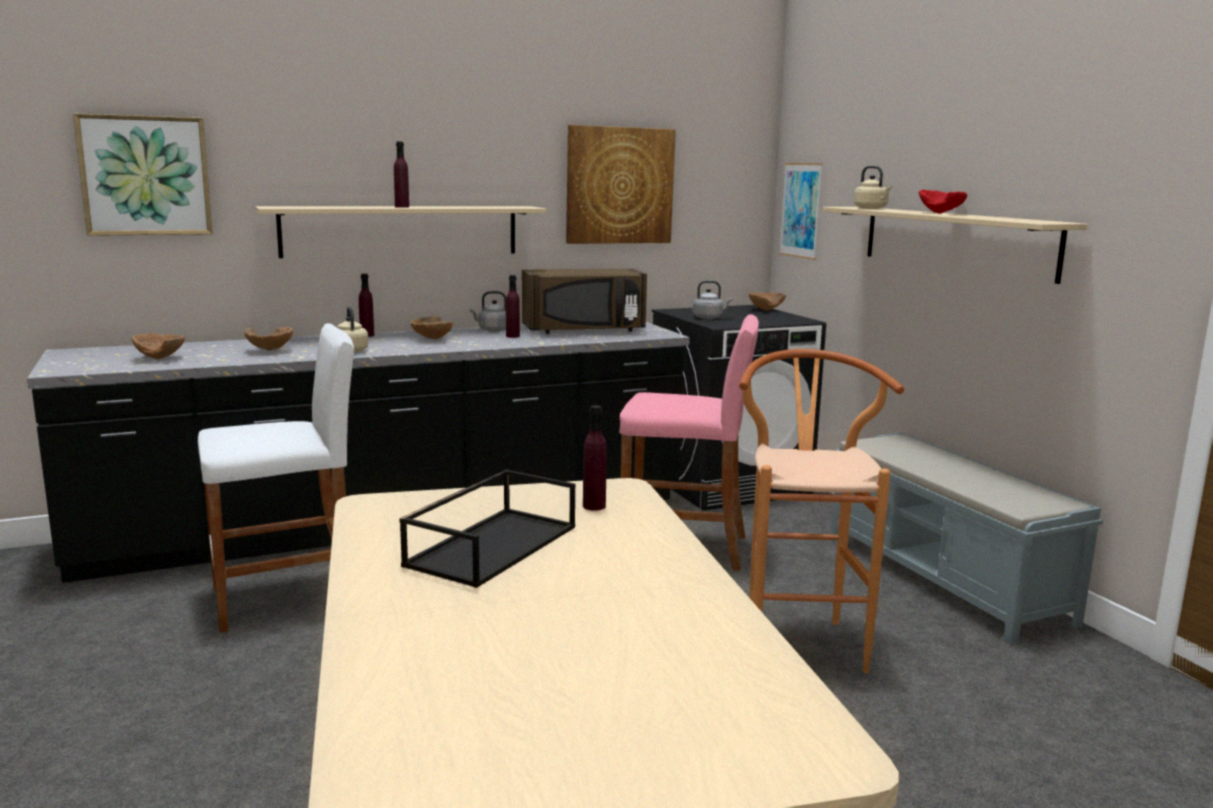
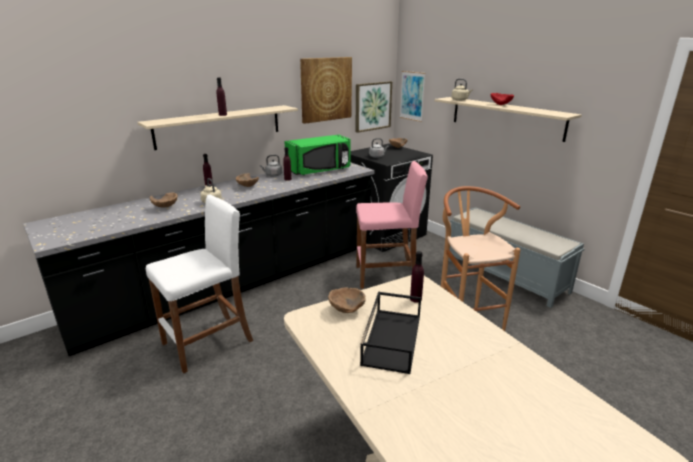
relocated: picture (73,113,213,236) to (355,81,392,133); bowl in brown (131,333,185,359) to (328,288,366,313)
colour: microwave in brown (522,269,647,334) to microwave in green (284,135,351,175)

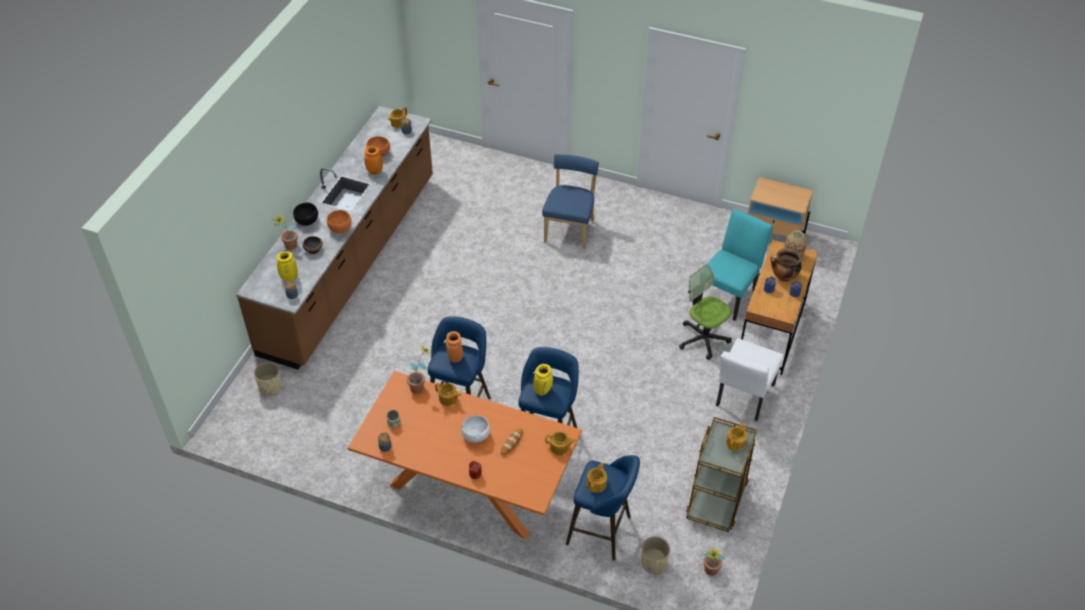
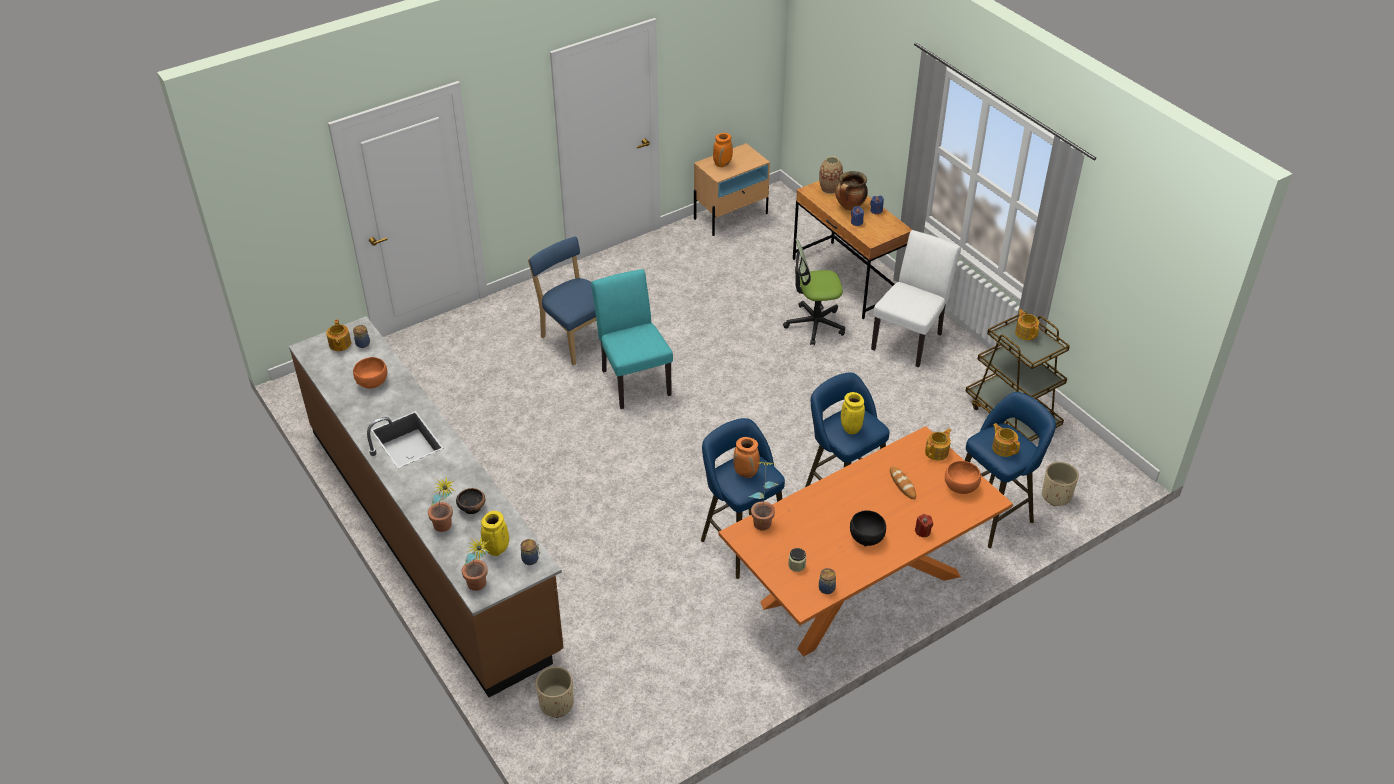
missing: teapot (435,383,461,406); bowl in white (461,415,490,442)
relocated: vase in orange (364,146,383,175) to (713,133,733,167); bowl in black (293,202,318,226) to (850,510,886,546); chair in turquoise (698,209,773,321) to (591,269,673,409); bowl in orange (327,210,351,233) to (945,461,981,494); potted plant (703,547,726,576) to (462,536,489,591)
spun: chair in white (716,338,784,421) = (871,230,961,368) 120 degrees counterclockwise

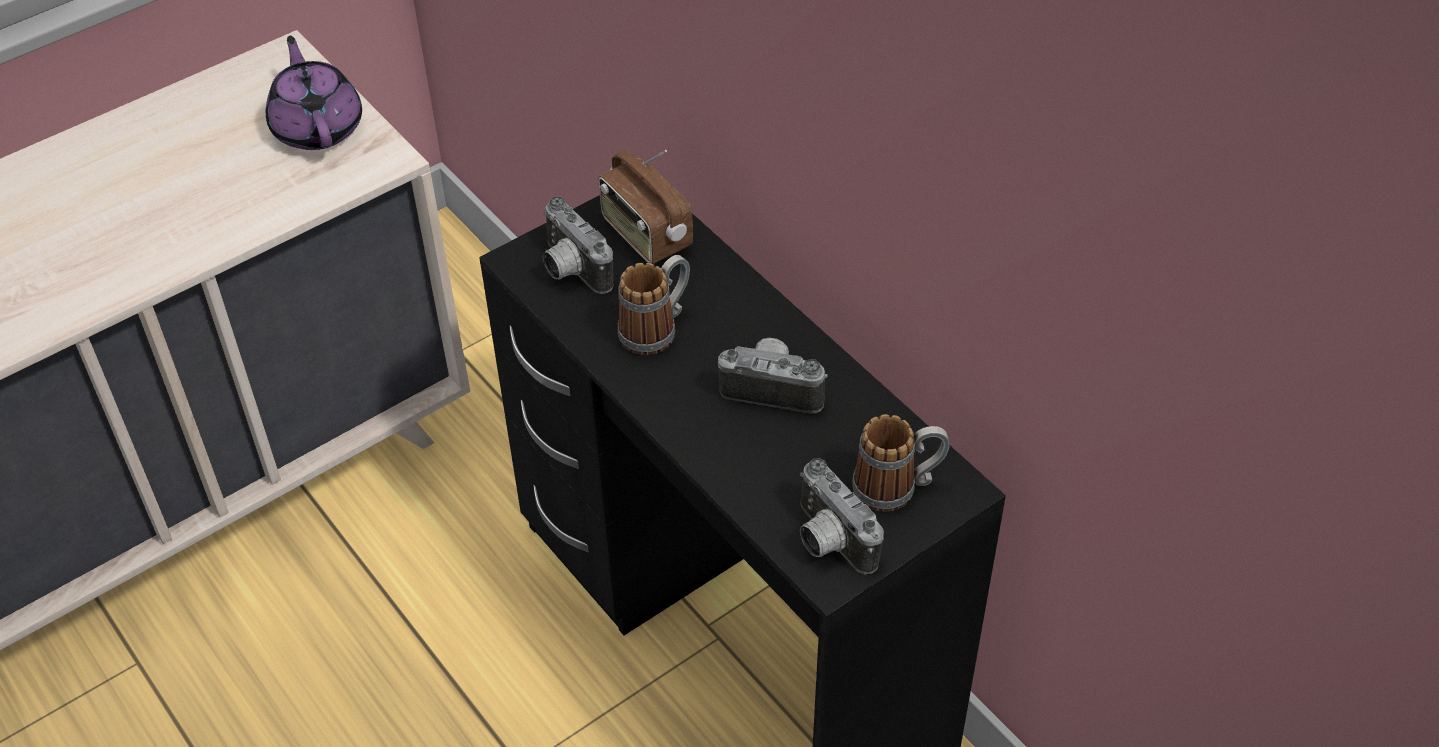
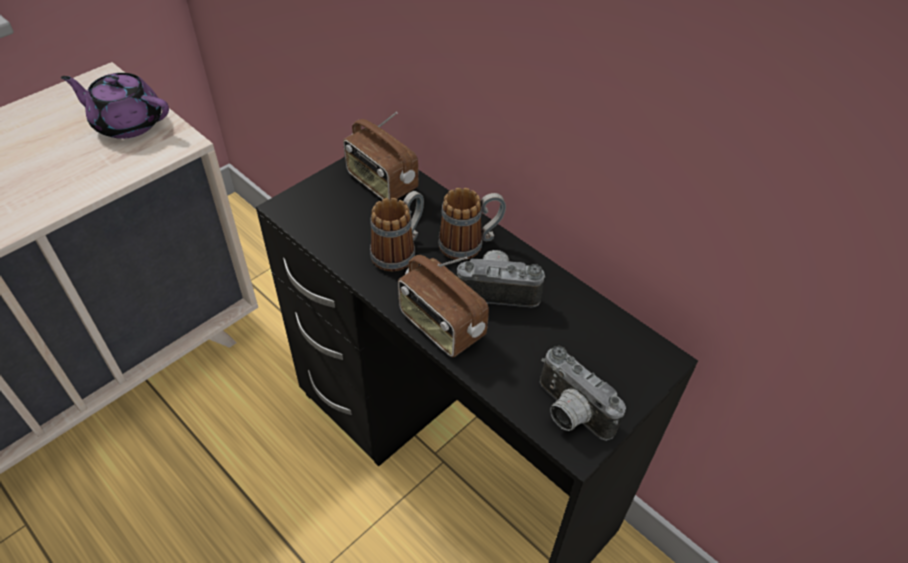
missing: photo camera (543,196,614,294)
appeared: radio (398,255,489,357)
relocated: mug (852,414,950,511) to (438,188,506,260)
spun: teapot in purple (266,36,362,150) = (61,73,169,139) 45 degrees counterclockwise

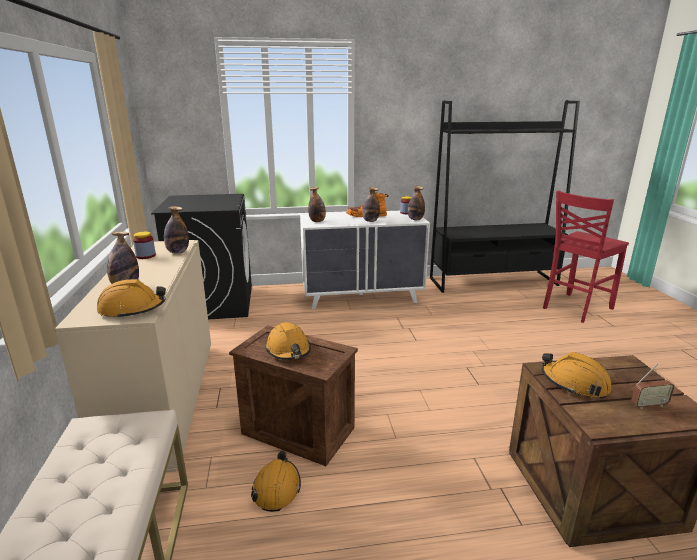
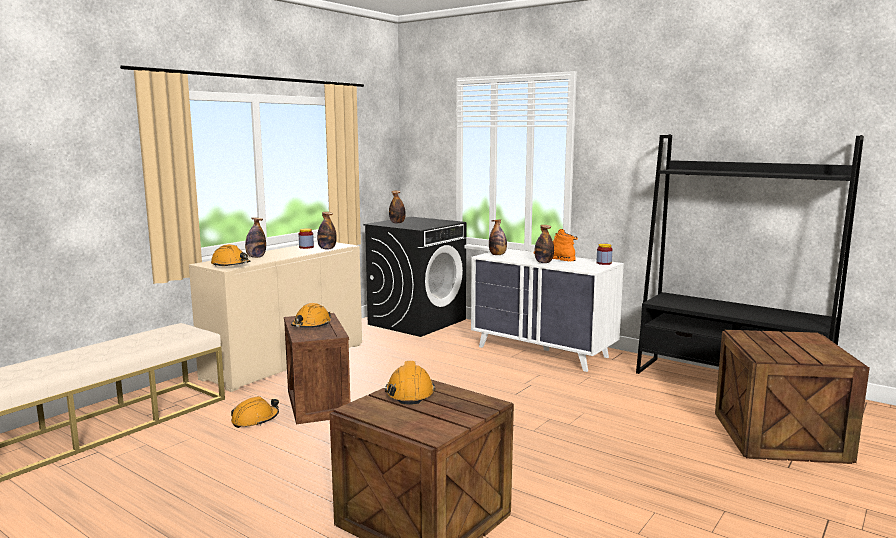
missing: radio (631,363,675,409)
relocated: bottle (408,186,425,220) to (389,191,406,223)
exchanged: chair in red (543,190,629,323) to crate (715,330,870,464)

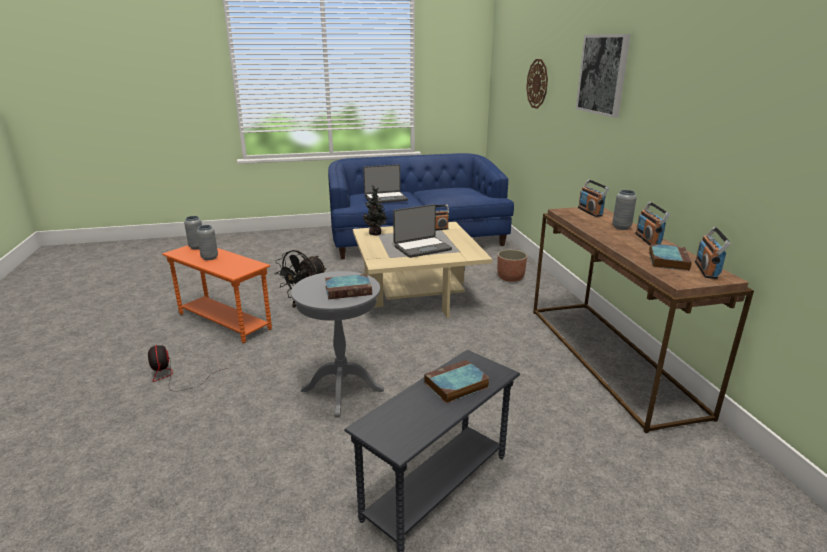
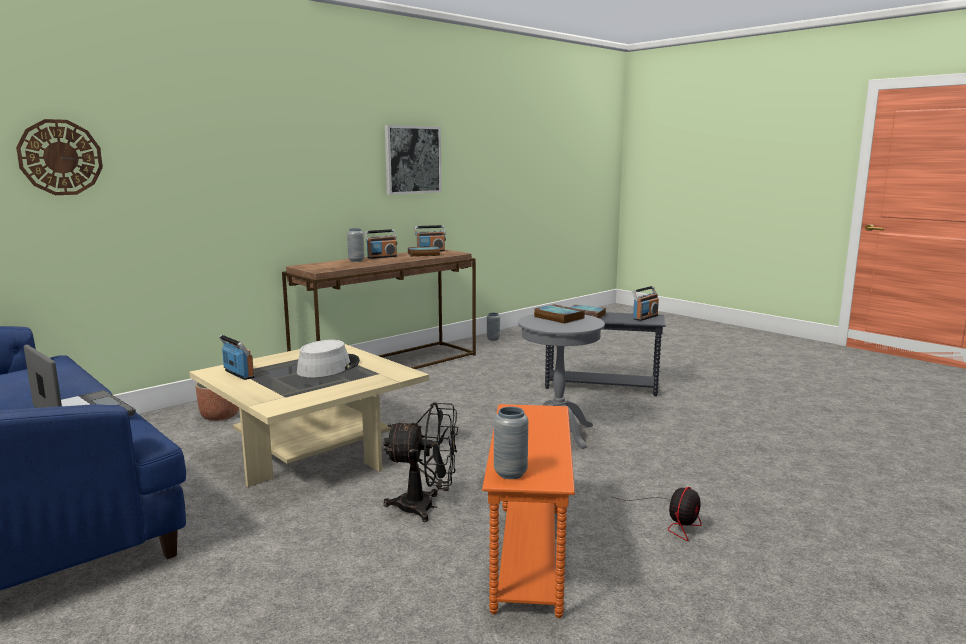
missing: potted plant (363,185,389,235)
relocated: picture (576,34,631,118) to (385,125,442,195); radio (578,179,609,217) to (632,286,659,321); vase in grey (196,225,218,260) to (487,313,500,341)
exchanged: laptop (393,204,452,258) to hat in grey (297,340,360,378)

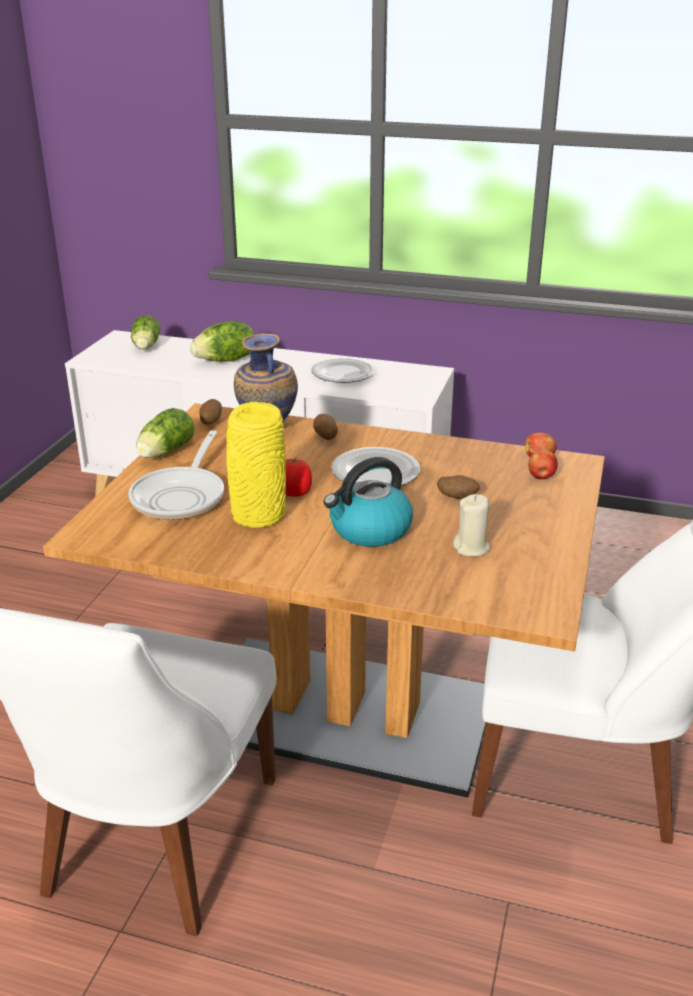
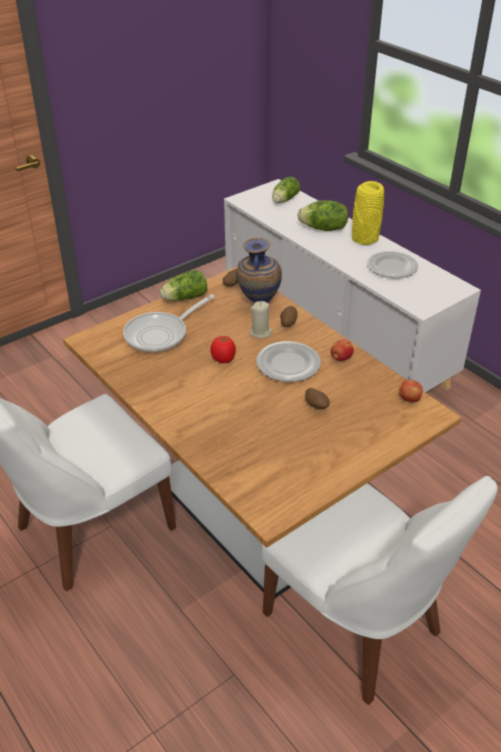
missing: kettle (324,457,413,547)
relocated: vase in yellow (226,402,286,528) to (352,181,384,245); apple (528,449,558,479) to (331,339,354,361); candle in beige (453,494,491,557) to (249,301,273,338)

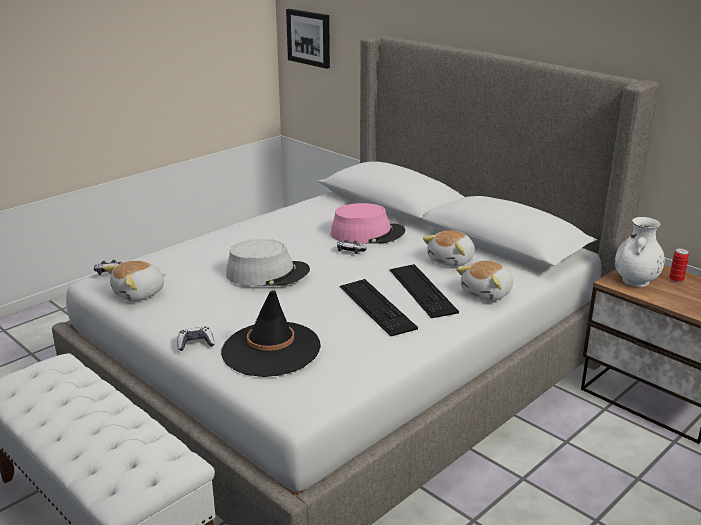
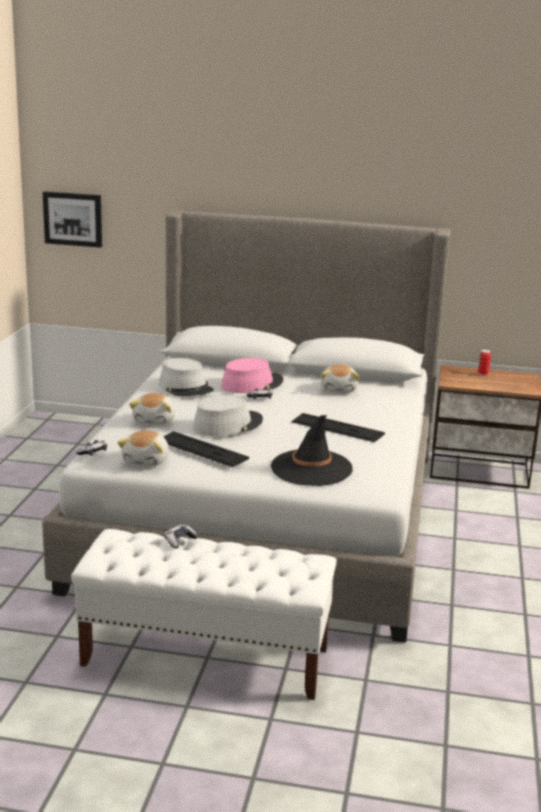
missing: vase in white (615,217,665,287)
appeared: hat in grey (159,358,213,396)
relocated: plush toy (456,261,513,301) to (129,393,175,425); keyboard (389,264,459,318) to (163,431,249,467); game controller (177,327,215,351) to (164,524,198,548)

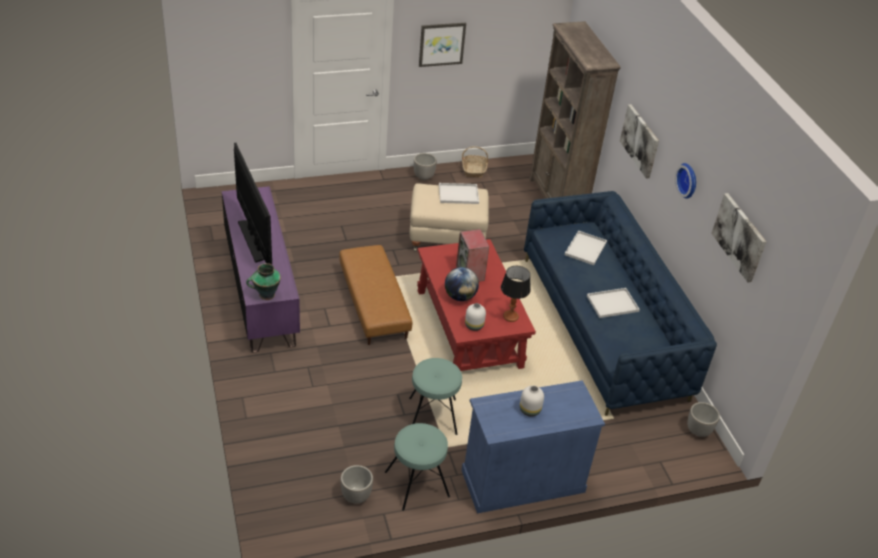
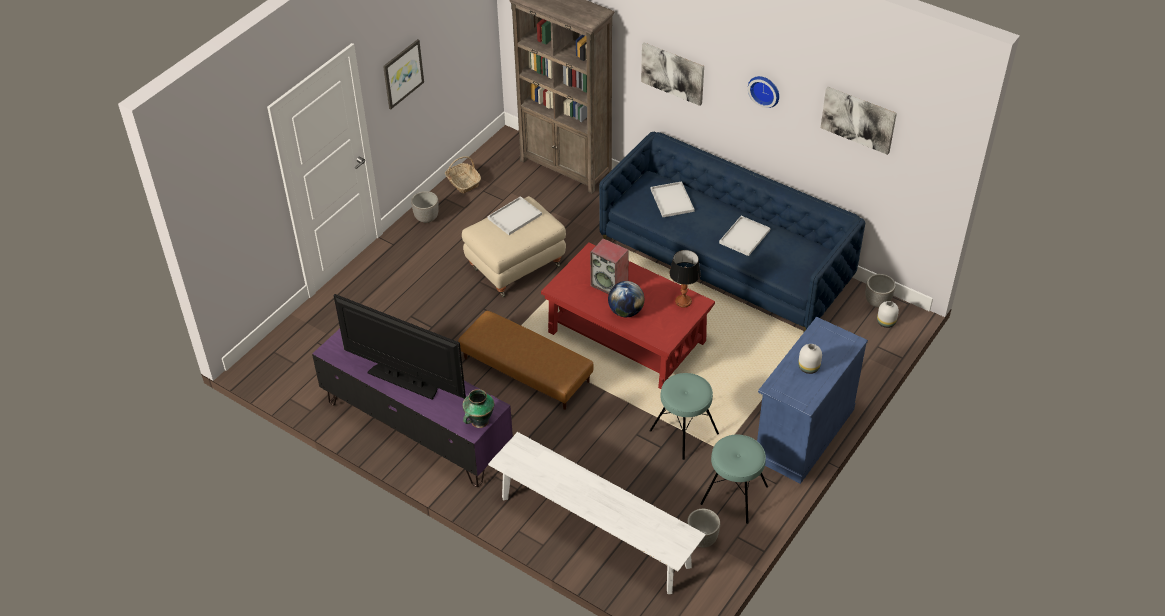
appeared: bench in white (488,432,706,594)
relocated: vase in white (465,303,486,331) to (877,301,899,328)

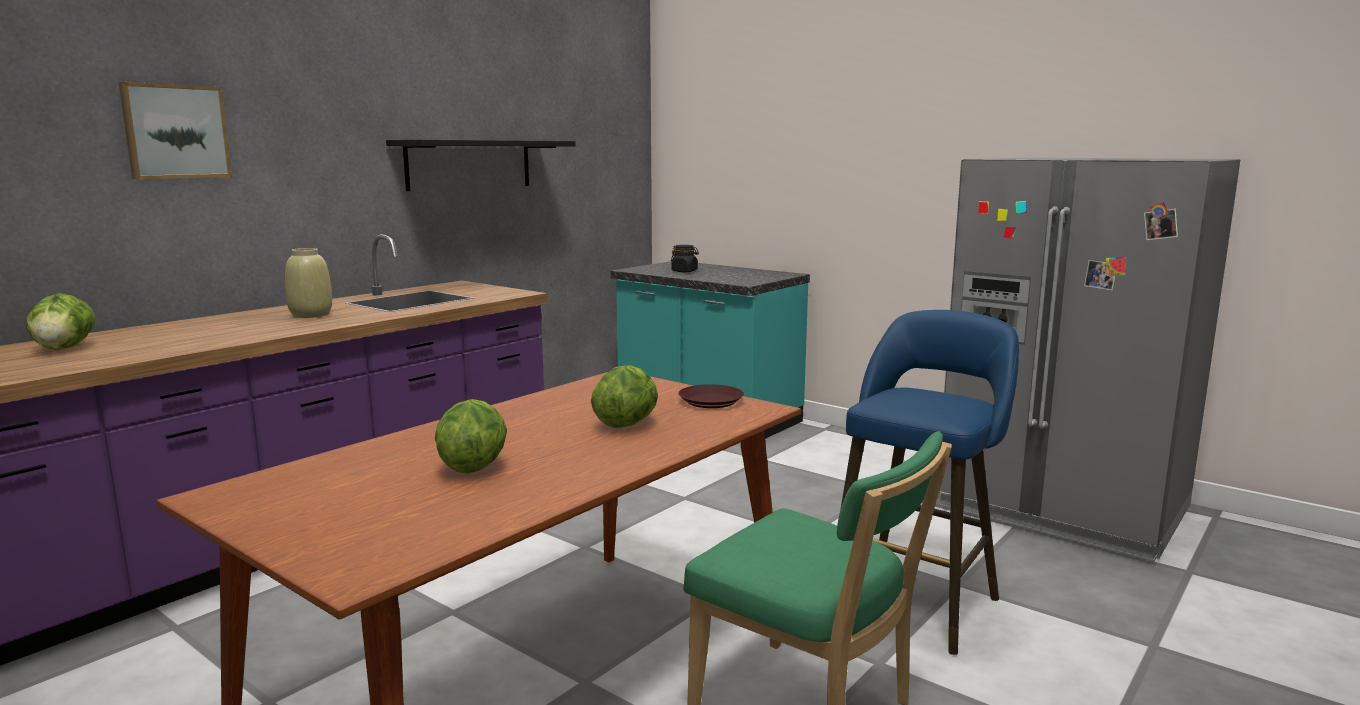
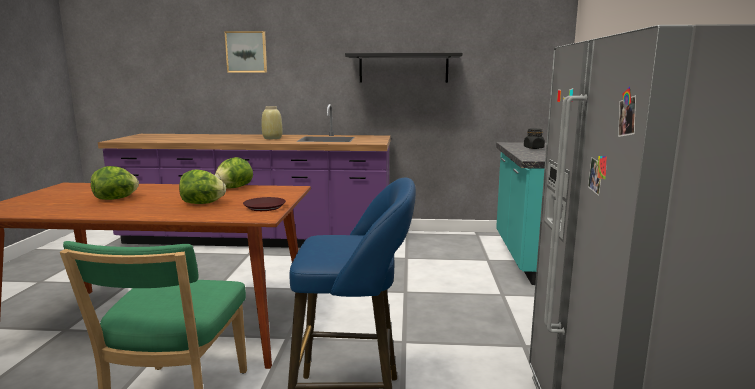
relocated: lettuce (26,293,96,350) to (214,157,253,189)

